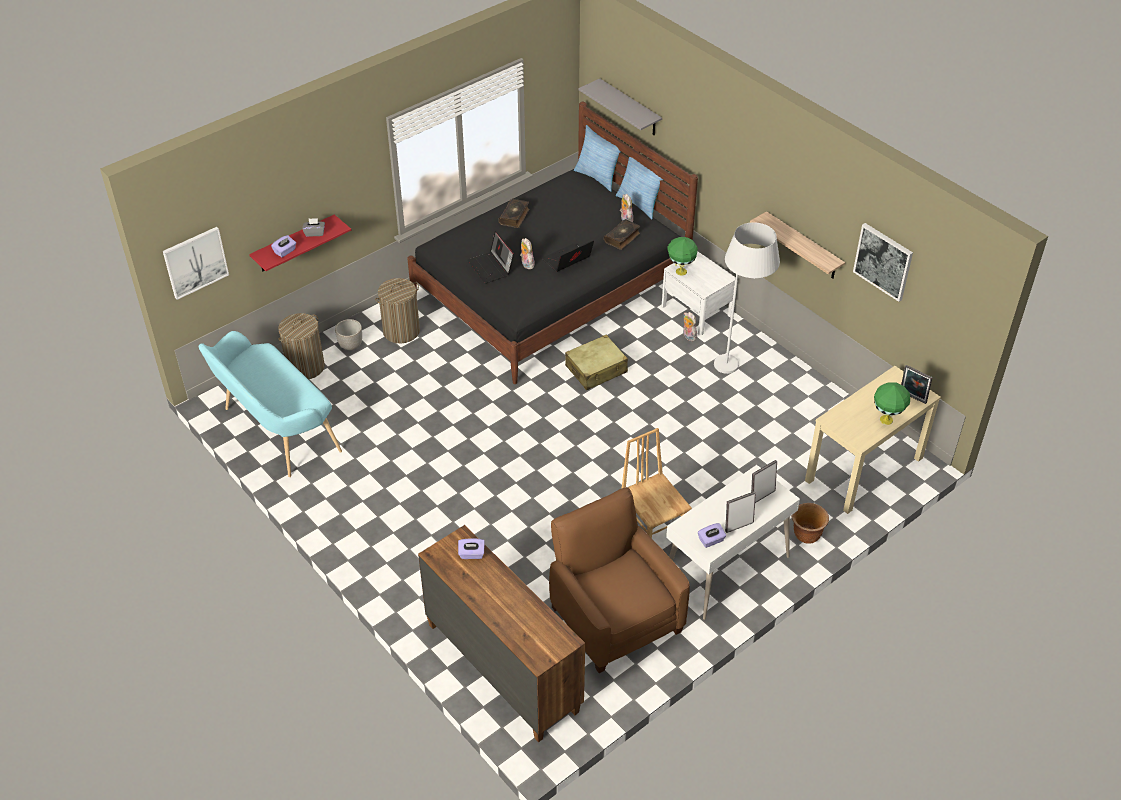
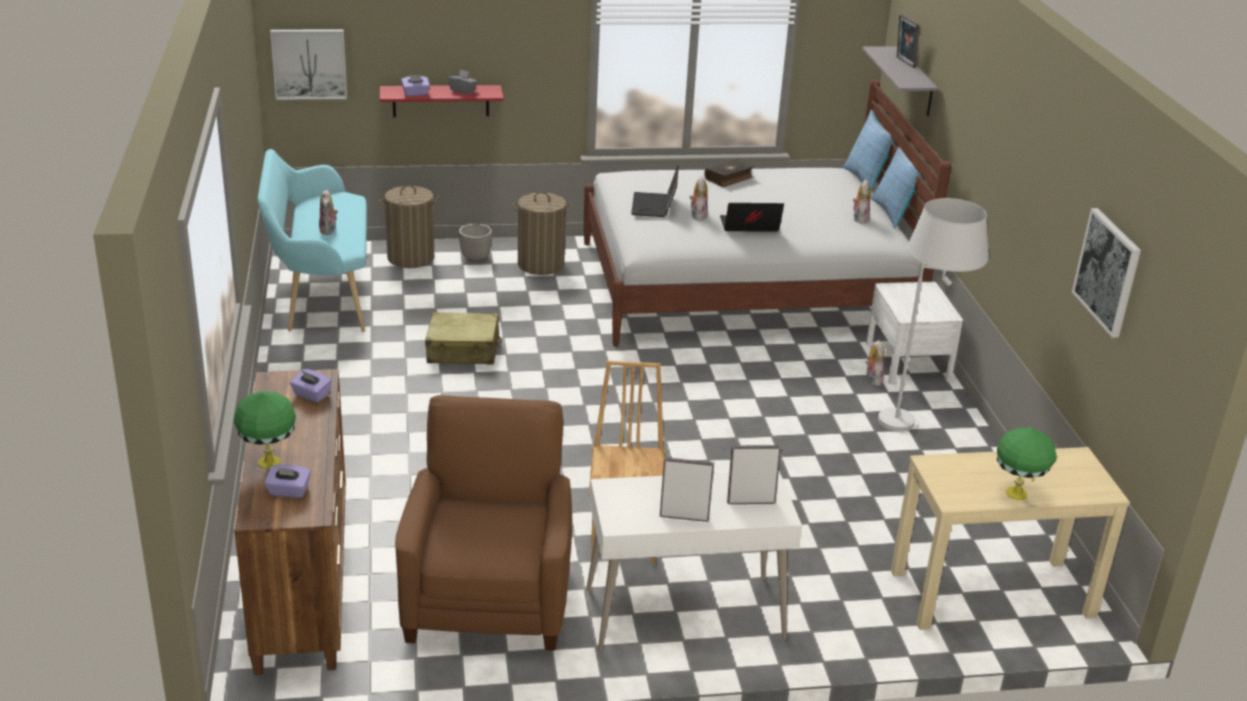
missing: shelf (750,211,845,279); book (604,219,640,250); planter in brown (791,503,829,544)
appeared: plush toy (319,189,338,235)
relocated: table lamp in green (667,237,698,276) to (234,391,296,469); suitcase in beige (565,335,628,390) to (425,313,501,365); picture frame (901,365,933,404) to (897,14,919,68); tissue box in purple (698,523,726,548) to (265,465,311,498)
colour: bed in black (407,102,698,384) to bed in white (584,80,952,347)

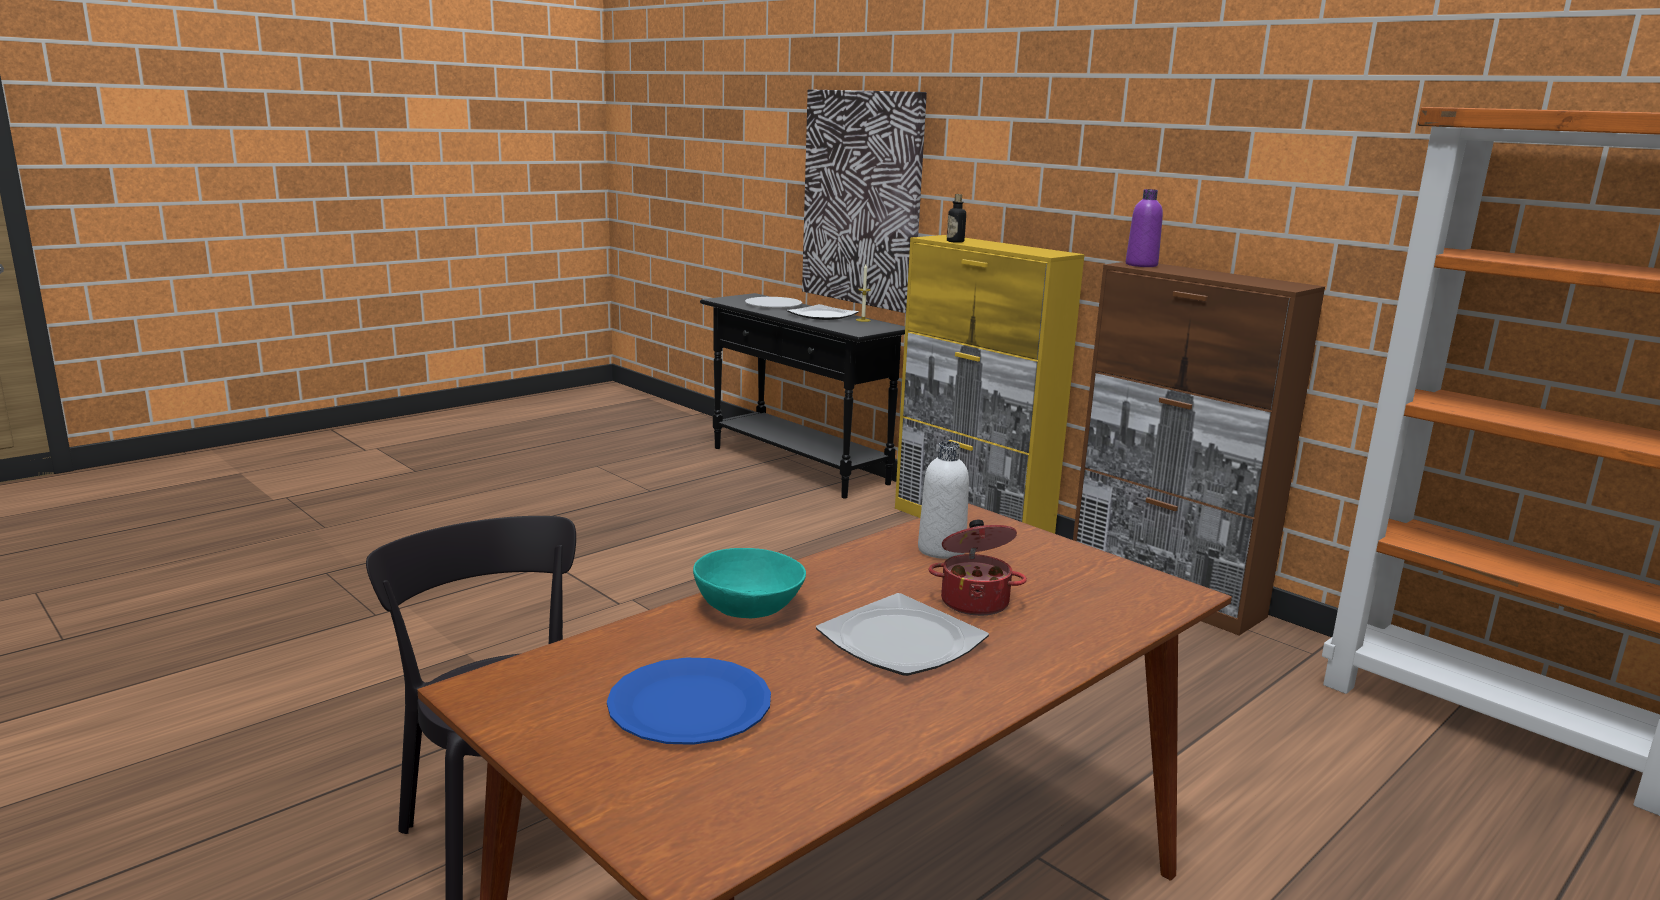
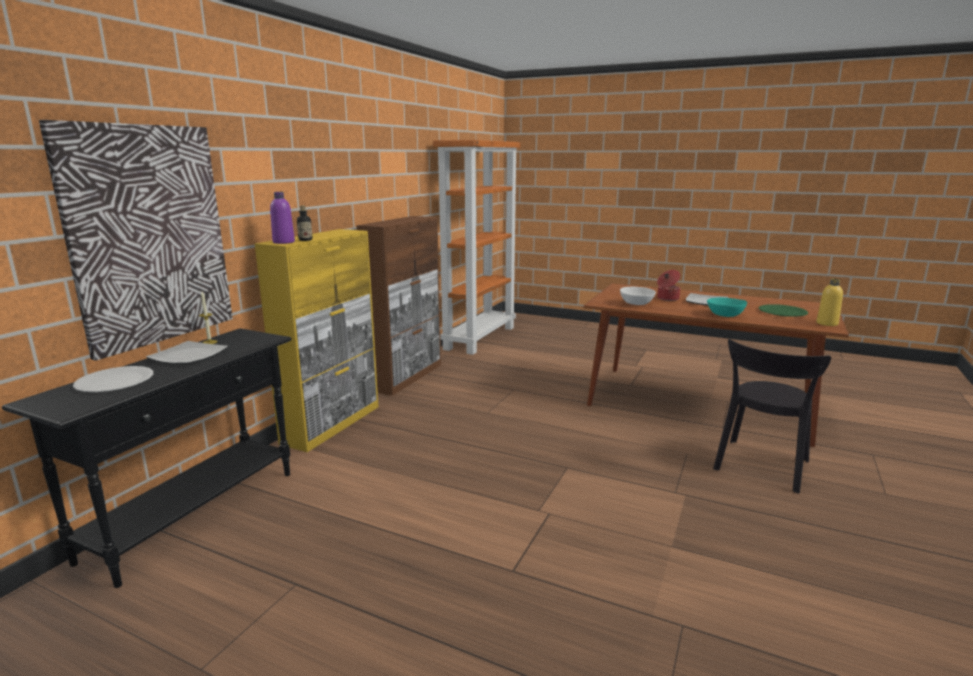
appeared: bottle in yellow (816,279,843,326)
relocated: bottle in purple (1126,189,1163,267) to (270,192,295,244)
exchanged: bottle in white (918,441,969,559) to bowl in white (620,287,656,305)
colour: plate in blue (607,658,771,745) to plate in green (759,304,808,317)

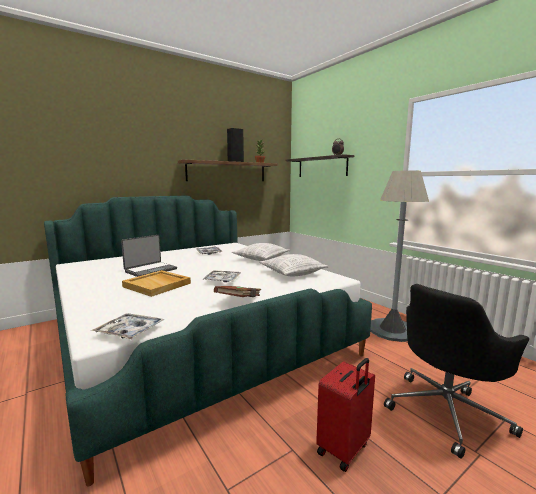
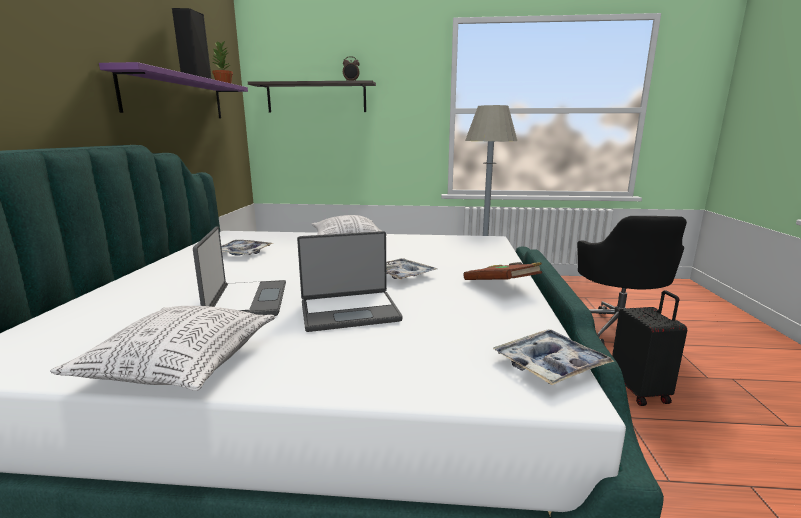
relocated: pillow (259,254,328,276) to (50,306,275,391)
exchanged: tray in beige (122,270,191,297) to laptop (297,231,403,332)
colour: shelf in brown (178,159,278,181) to shelf in purple (99,62,248,118); suitcase in red (316,358,375,472) to suitcase in black (612,290,687,406)

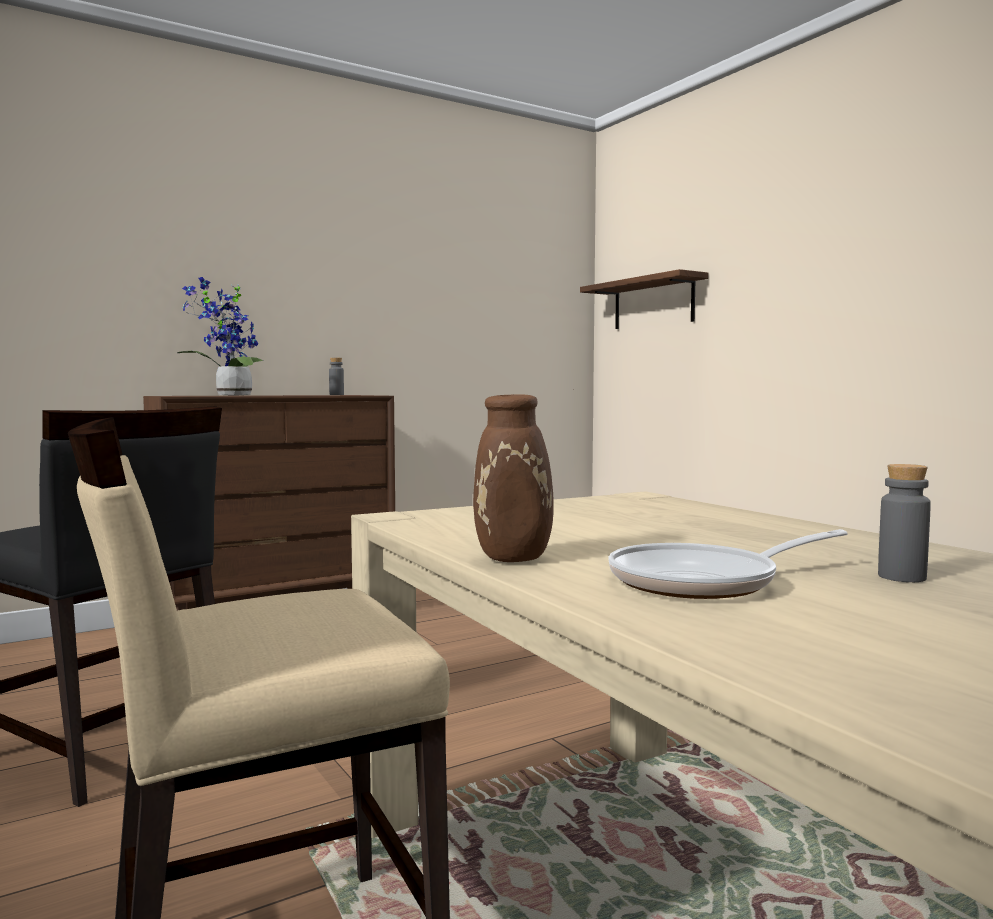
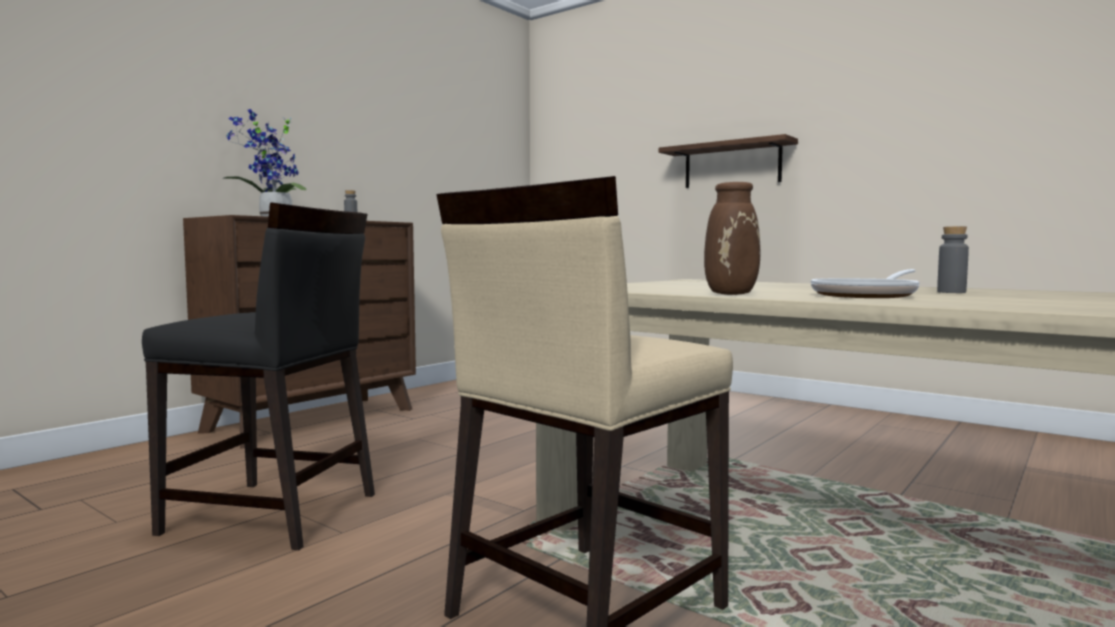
relocated: shelf (580,269,708,329) to (659,134,798,188)

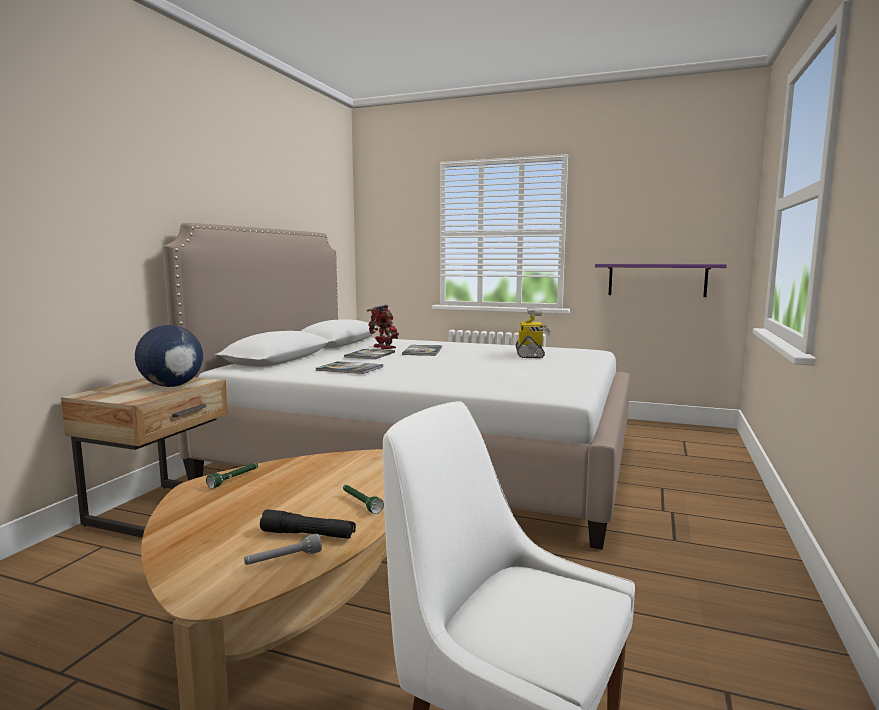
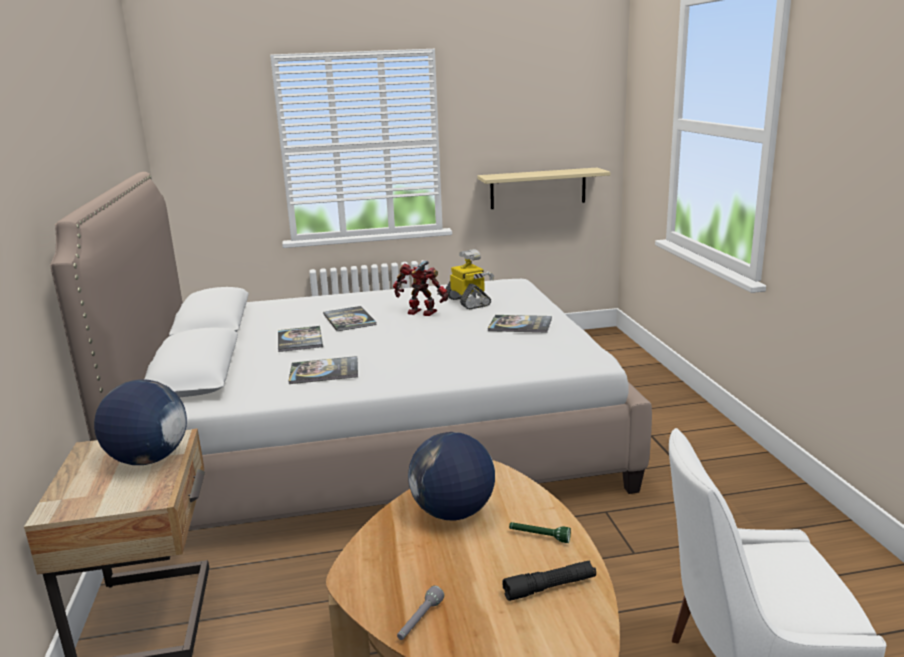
missing: flashlight in green (206,463,258,489)
appeared: book (488,315,552,333); globe (408,432,495,521)
relocated: toy robot (367,304,399,349) to (393,260,448,316); flashlight in grey (244,534,322,565) to (397,586,444,640)
colour: shelf in purple (595,264,727,297) to shelf in beige (477,168,611,209)

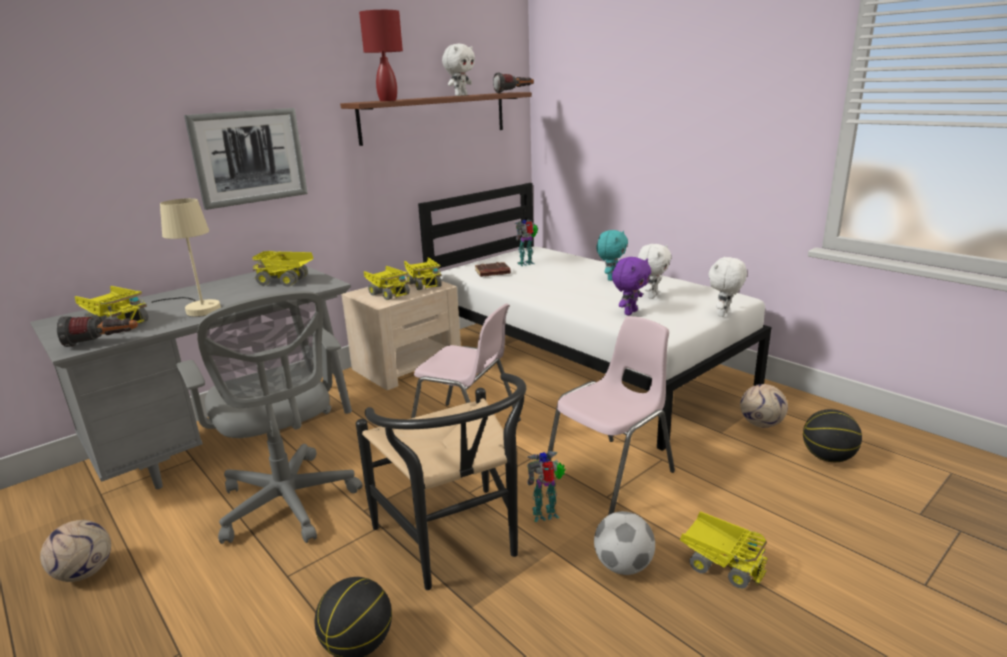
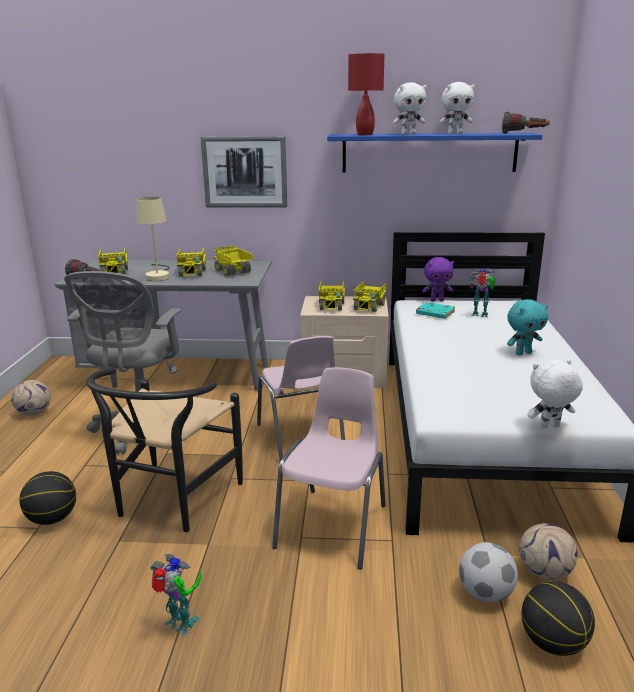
relocated: plush toy in white (638,244,672,299) to (393,82,426,135); plush toy in purple (612,257,651,315) to (422,257,454,302); toy robot (527,451,566,522) to (151,554,202,636); football (594,511,655,575) to (459,542,518,602); toy truck (680,511,768,589) to (176,248,206,277)
colour: shelf in brown (340,92,531,146) to shelf in blue (327,133,543,173); book in brown (475,262,511,277) to book in turquoise (416,302,455,319)
spun: chair in pink (546,316,675,515) = (272,367,386,570) 75 degrees counterclockwise

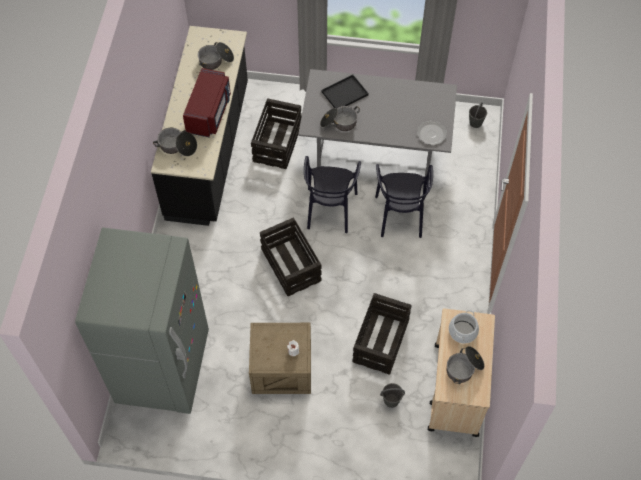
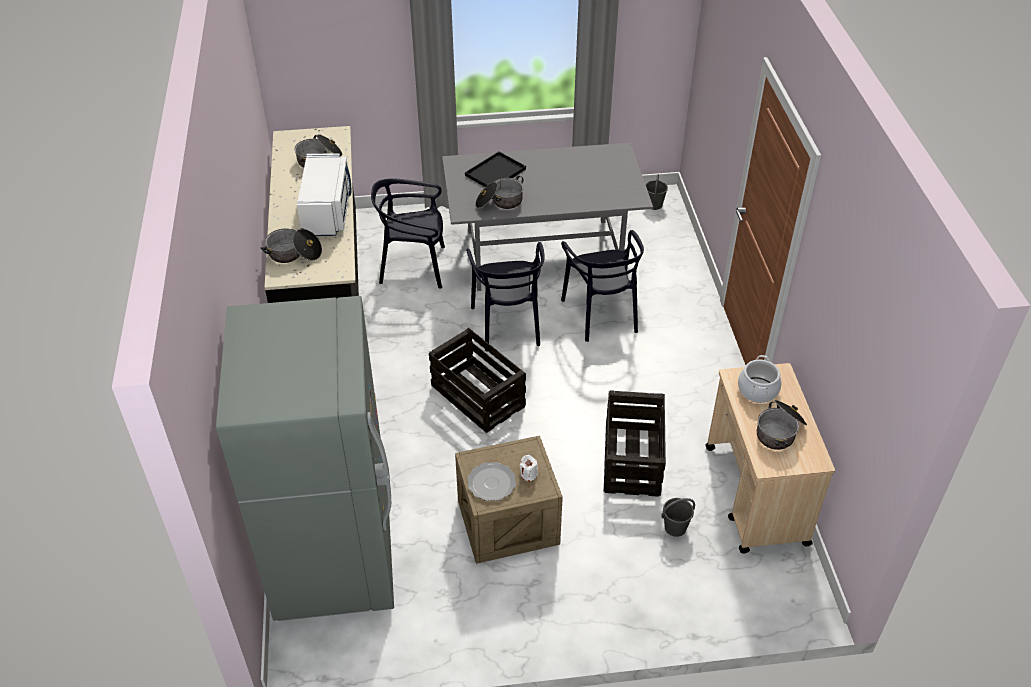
relocated: plate (417,121,447,145) to (467,462,516,501)
exchanged: crate (251,98,302,169) to chair in black (371,179,445,288)
colour: microwave in red (183,68,231,137) to microwave in white (297,153,351,236)

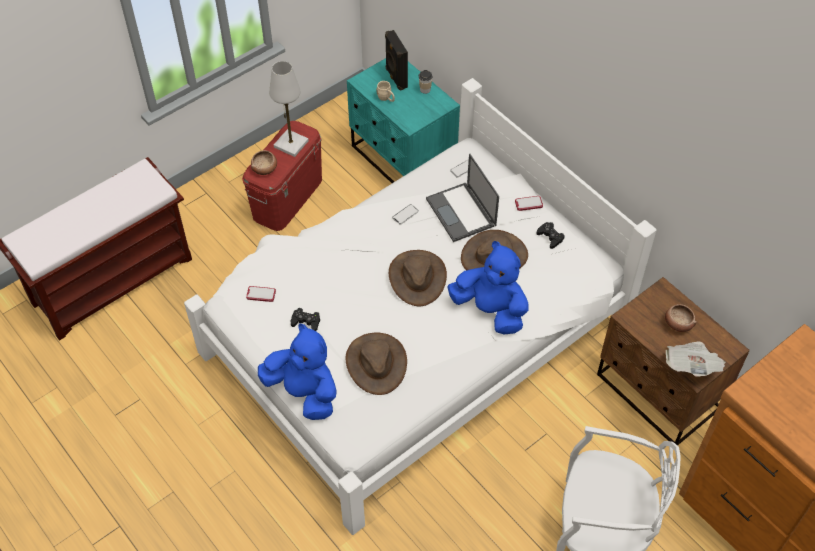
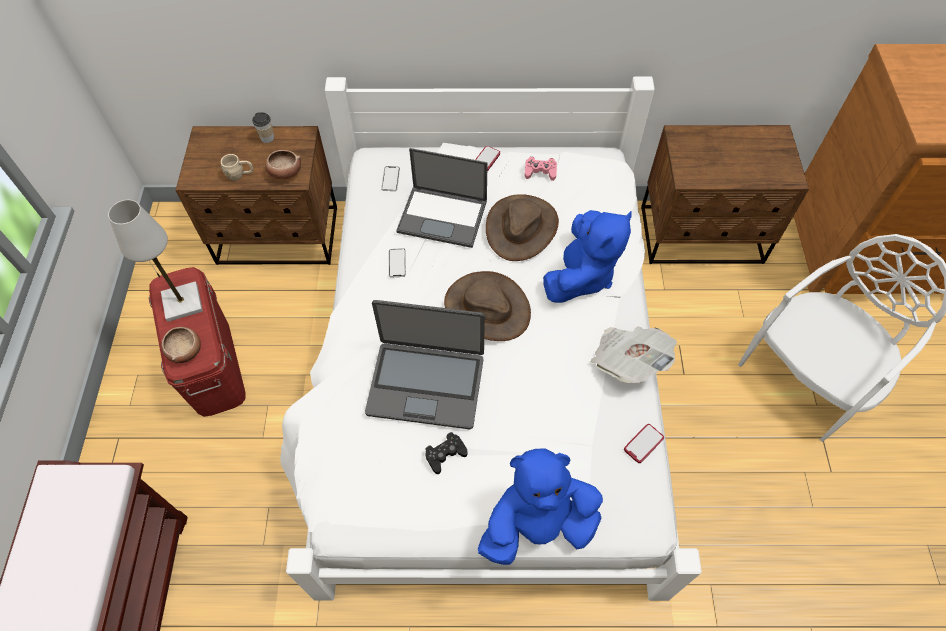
missing: speaker in black (385,30,408,91); hat in brown (346,333,407,395)
appeared: laptop (365,300,485,429)
relocated: phone (246,286,276,302) to (624,424,664,463); bowl (665,304,697,332) to (266,150,301,180); newspaper (666,341,725,376) to (591,327,677,383)
colour: nightstand in turquoise (347,58,460,183) to nightstand in brown (175,126,337,265); game controller in black (537,222,565,249) to game controller in pink (525,157,557,181)
spun: plush toy in blue (447,241,529,335) = (543,210,632,303) 135 degrees clockwise

